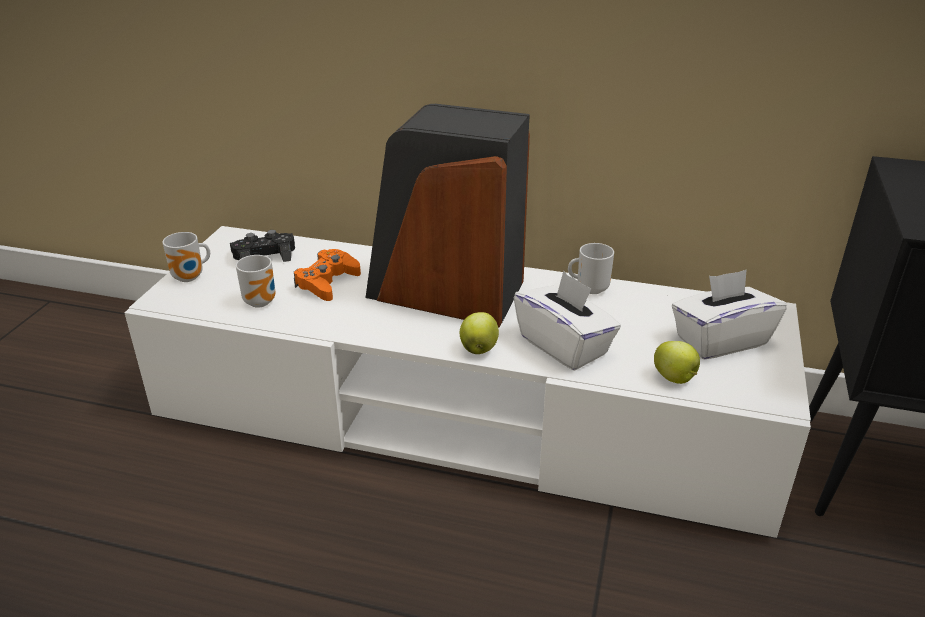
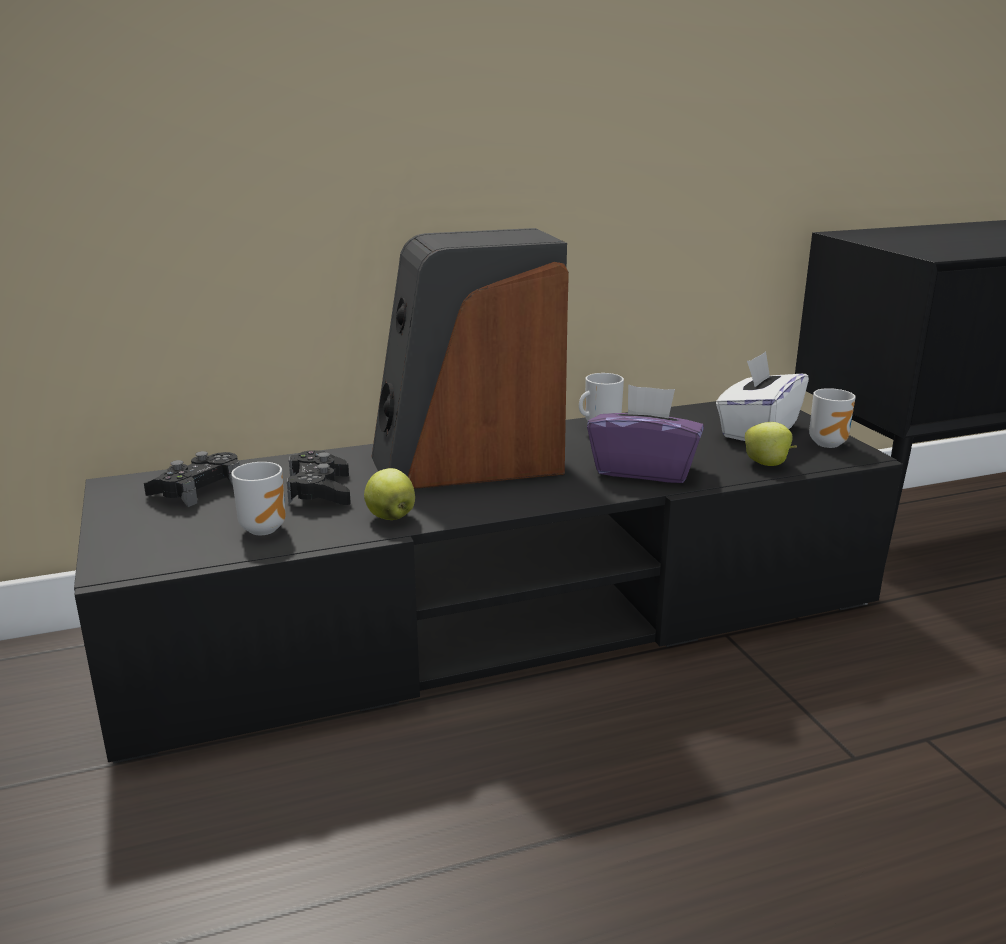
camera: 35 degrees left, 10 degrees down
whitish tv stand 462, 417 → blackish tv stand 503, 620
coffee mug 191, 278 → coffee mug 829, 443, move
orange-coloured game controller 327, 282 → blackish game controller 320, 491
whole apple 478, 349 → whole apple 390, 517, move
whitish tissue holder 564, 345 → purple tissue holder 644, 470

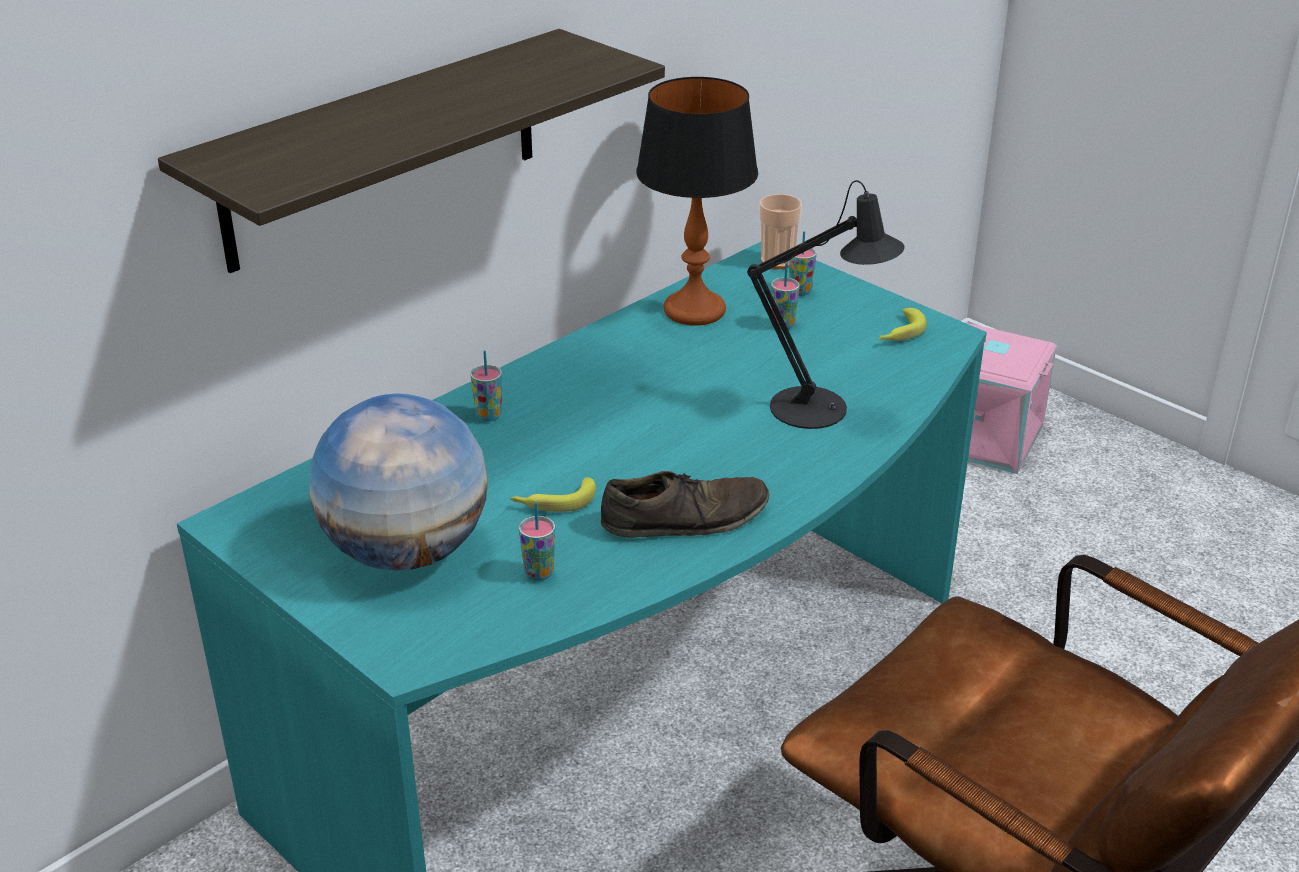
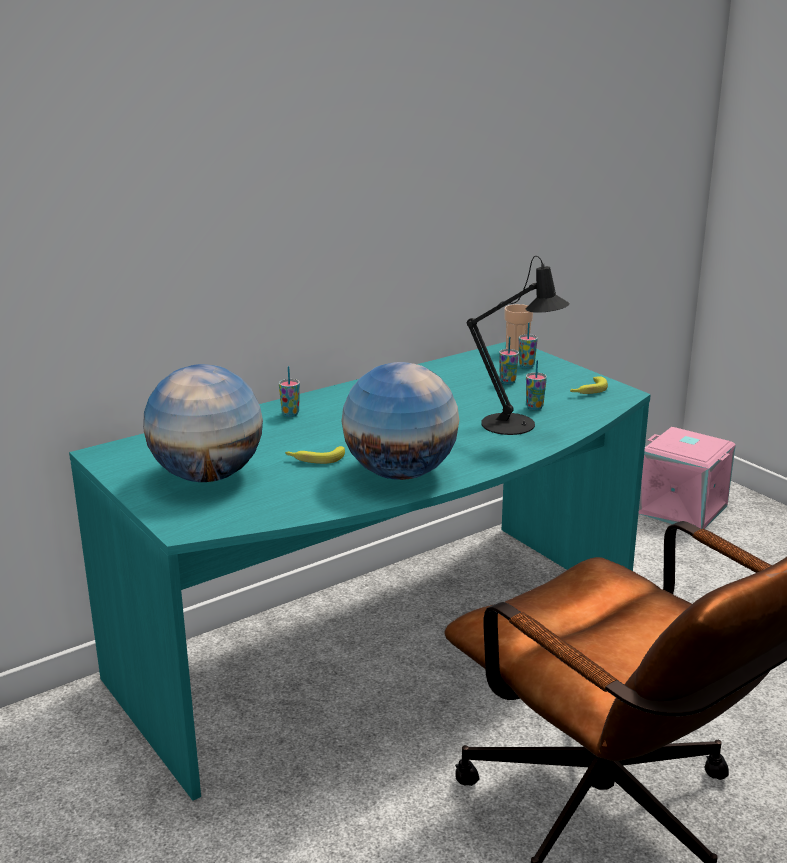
camera: 10 degrees right, 10 degrees down
shelf 383, 149 → -
small cup 539, 573 → small cup 534, 407, move
brownish item of footwear 685, 518 → world globe 400, 473
table lamp 694, 310 → -

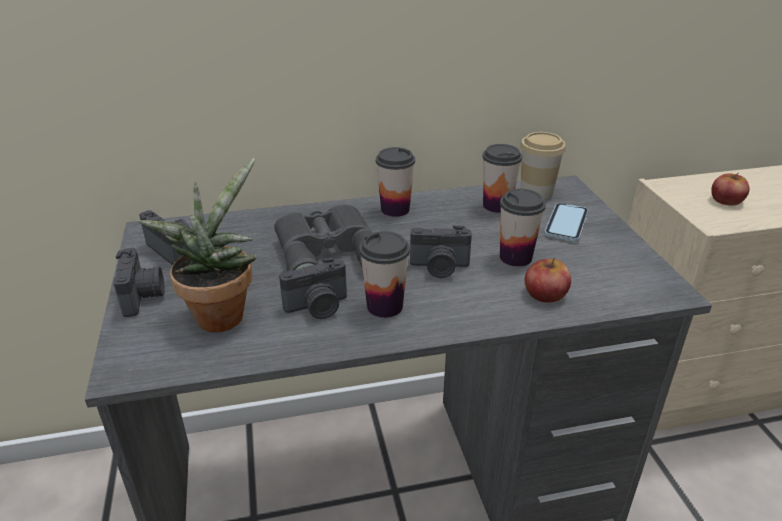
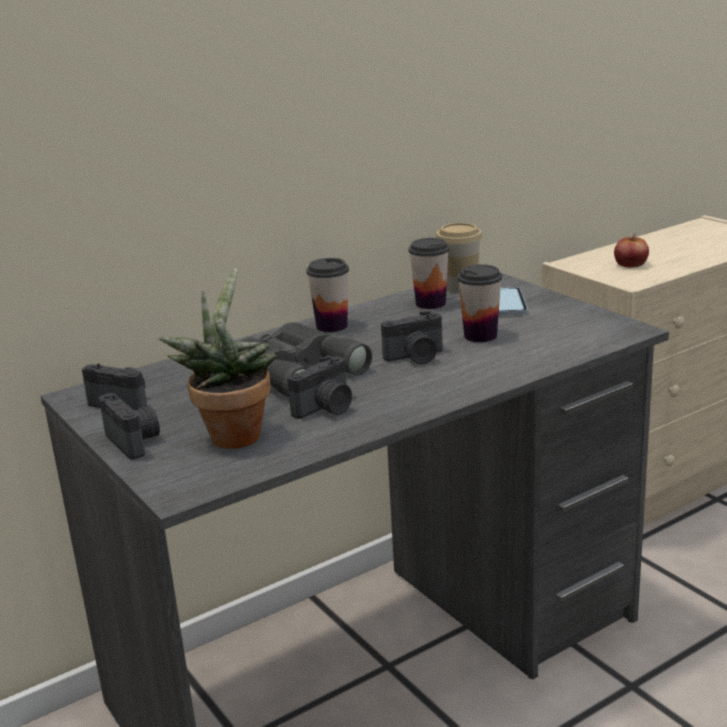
camera: 20 degrees left, 10 degrees down
small cup 384, 306 → -
whole apple 545, 293 → -

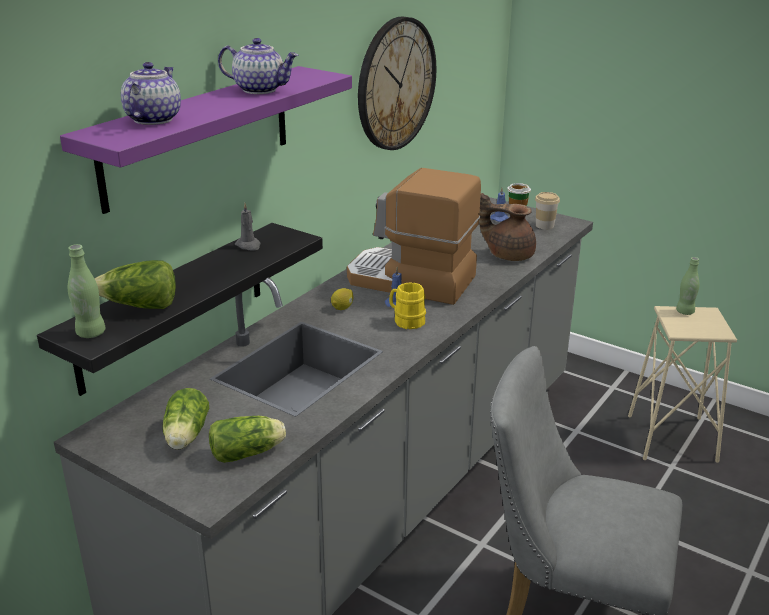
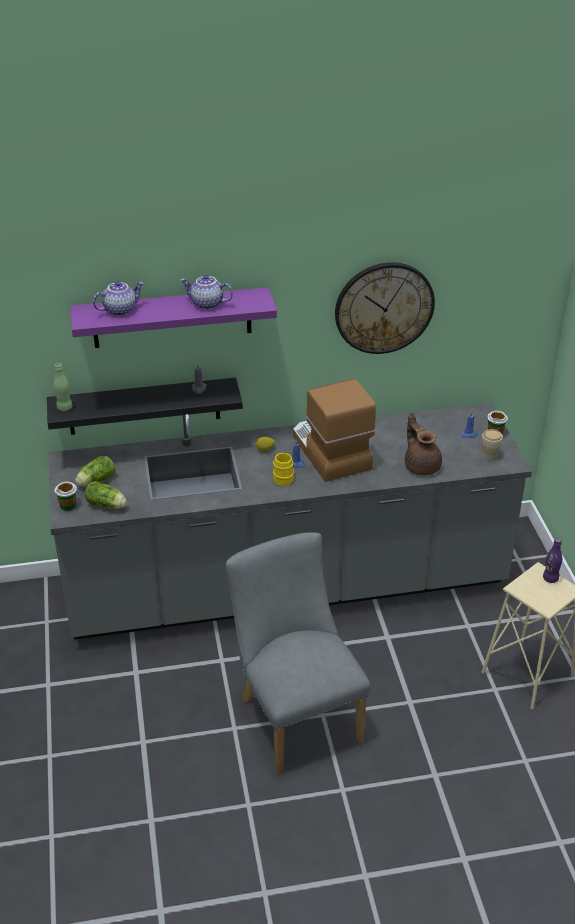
camera: 45 degrees right, 10 degrees up
head of lettuce 140, 306 → -
tea pot 260, 89 → tea pot 206, 304, 135 degrees clockwise
greenish bottle 685, 312 → purple bottle 550, 578
- → small cup 68, 505

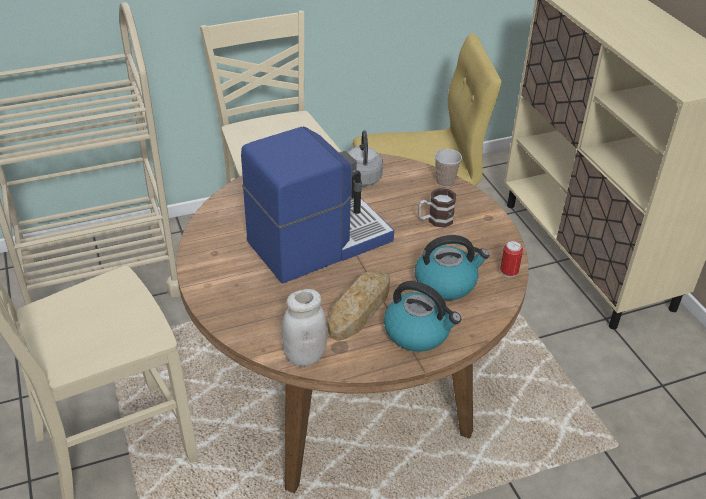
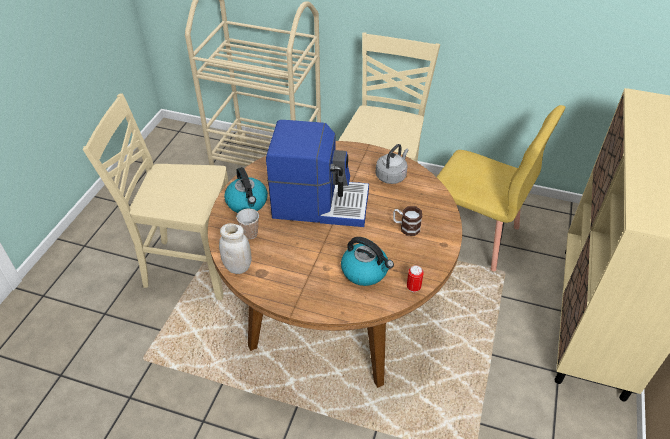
camera: 40 degrees right, 5 degrees up
baked bread 360, 308 → -
kettle 418, 332 → kettle 247, 203, move
small cup 445, 182 → small cup 250, 234, move

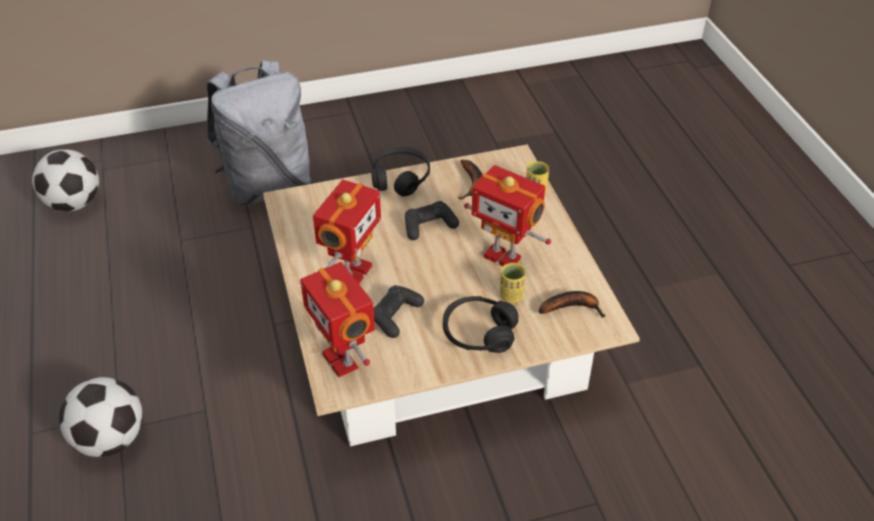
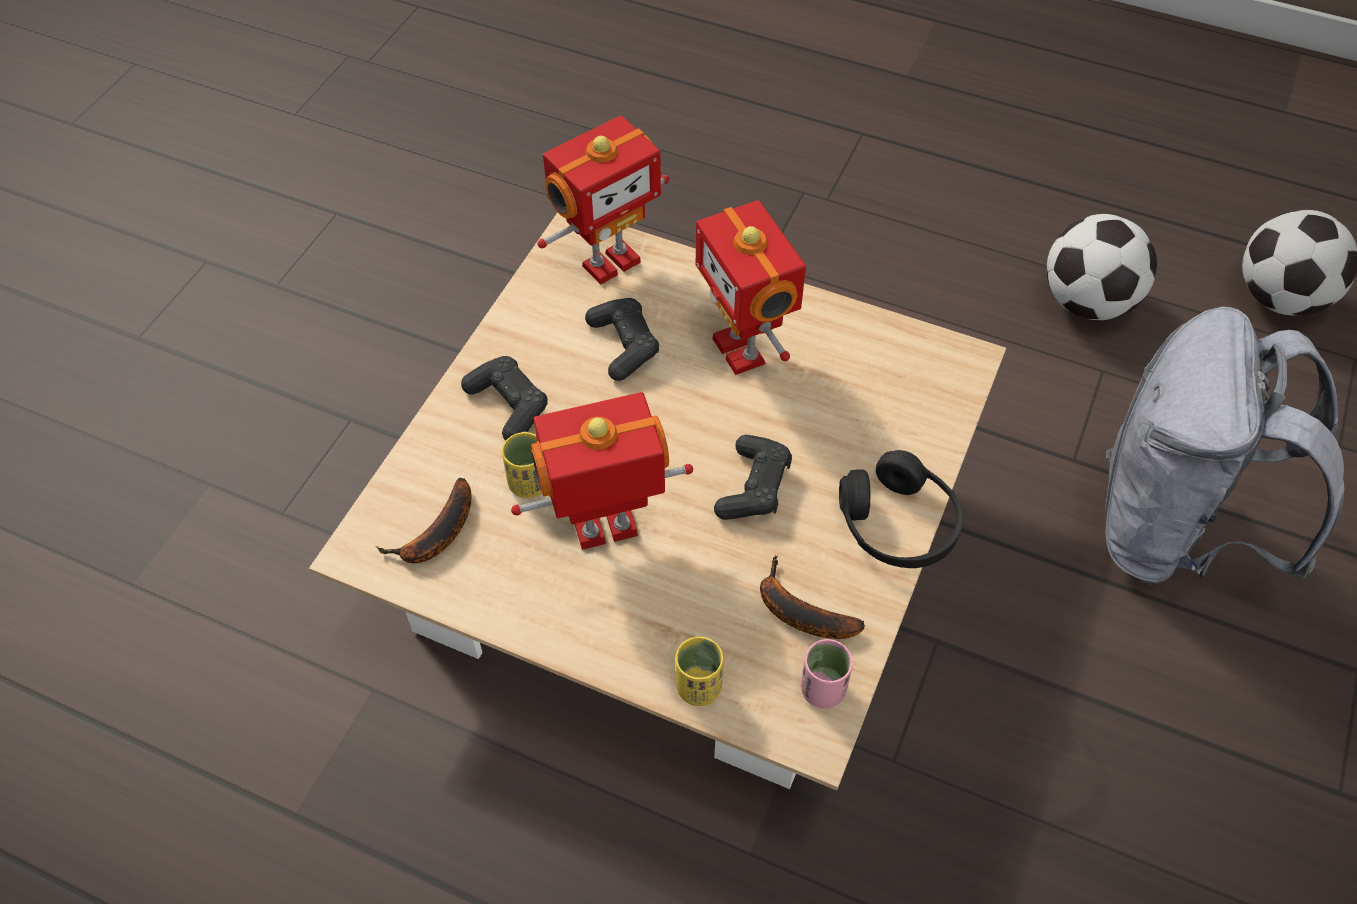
camera: 130 degrees right, 10 degrees up
football ball 110, 440 → football ball 1086, 302, move
toy robot 343, 360 → toy robot 609, 261, 135 degrees clockwise
blackish headset 479, 333 → blackish game controller 508, 405
- → pinkish small cup 822, 689

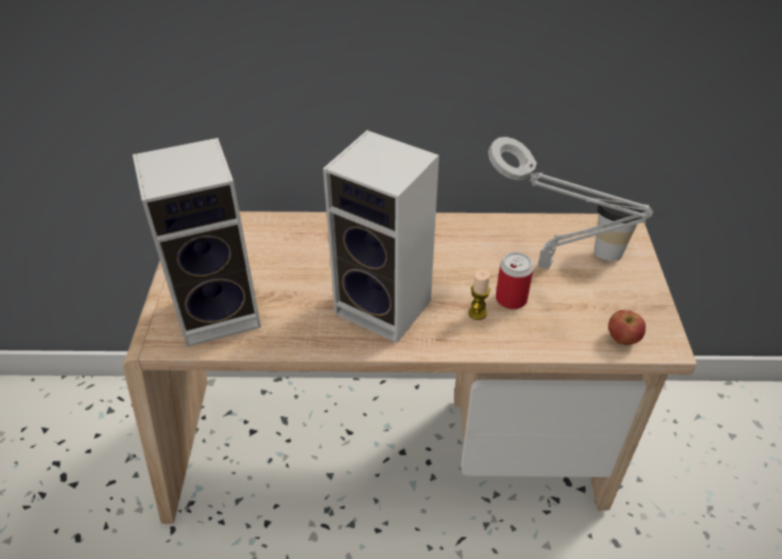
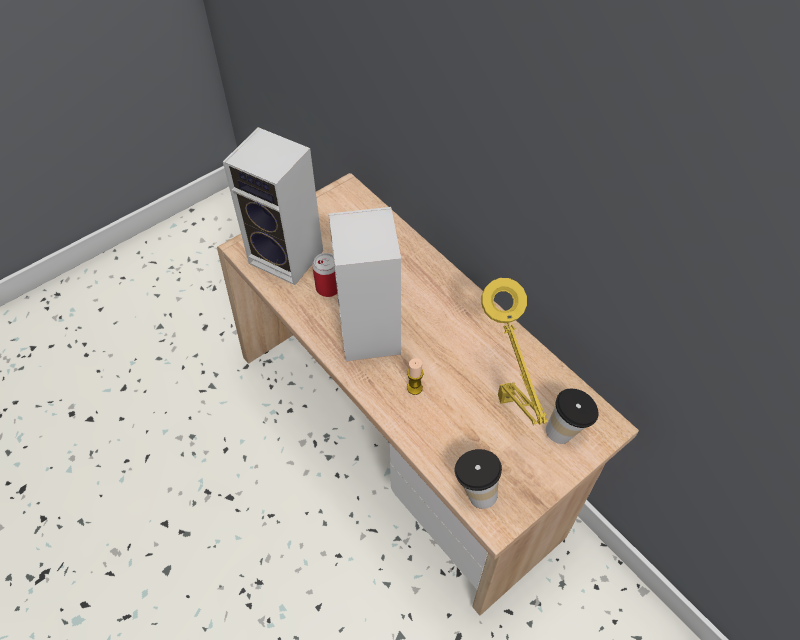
camera: 50 degrees right, 10 degrees up
gray table lamp 550, 267 → yellow table lamp 506, 403
can 511, 299 → can 328, 288, move
whole apple 622, 338 → small cup 475, 491

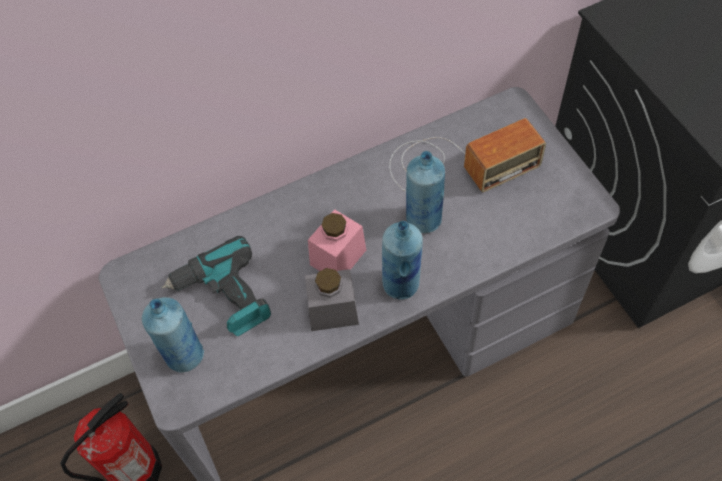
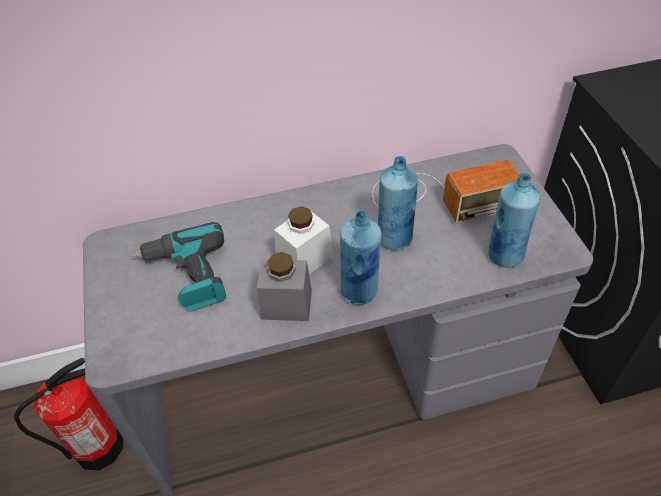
camera: 10 degrees right, 10 degrees down
blue-coloured bottle 184, 355 → blue-coloured bottle 504, 255, move
pinkish preserve jar 338, 257 → whitish preserve jar 304, 258

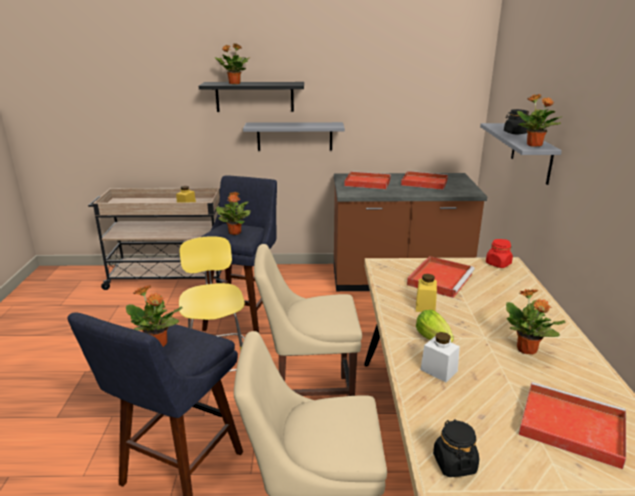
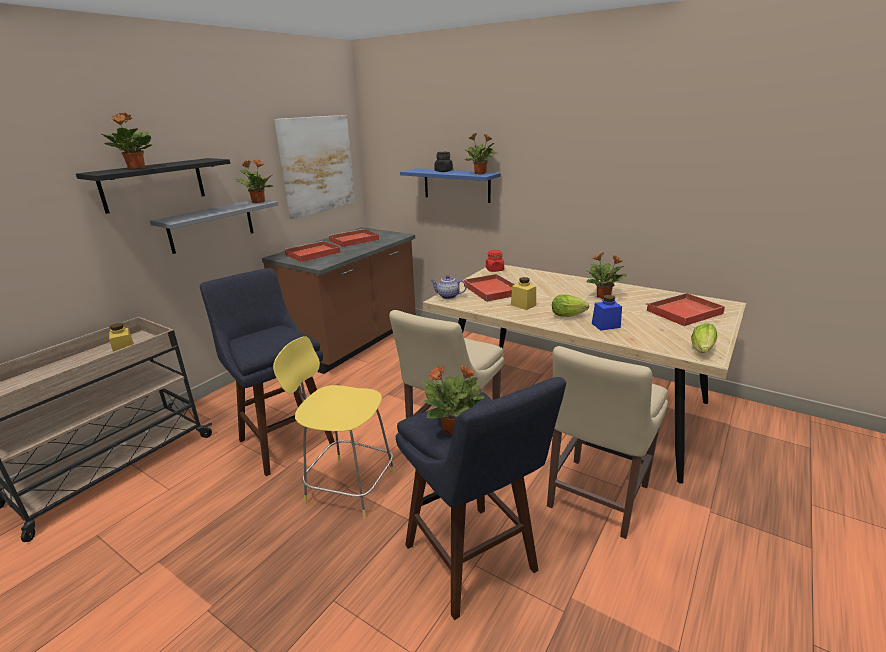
camera: 55 degrees left, 0 degrees up
plant in a pot 235, 232 → plant in a pot 258, 202, move
whitish preserve jar 439, 370 → blue-coloured preserve jar 605, 325
blackish preserve jar 454, 463 → head of lettuce 702, 350
gray shelf 531, 153 → blue-coloured shelf 456, 185
- → picture 317, 165
- → tea pot 448, 296

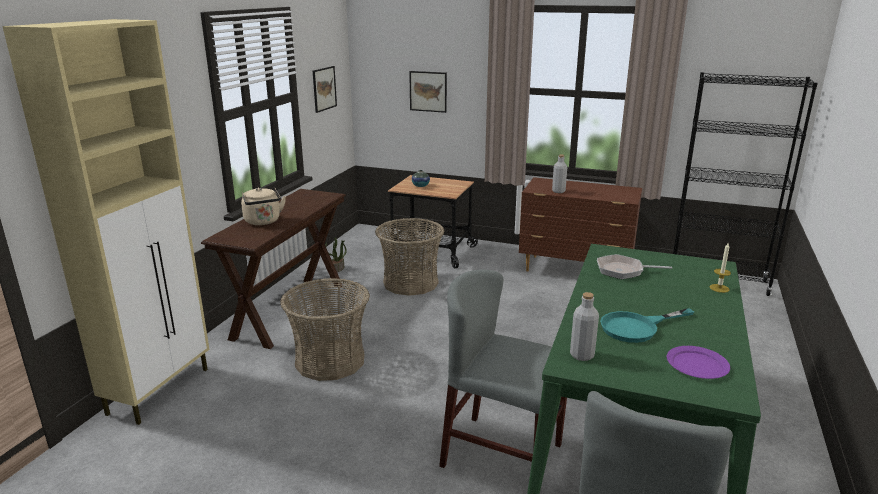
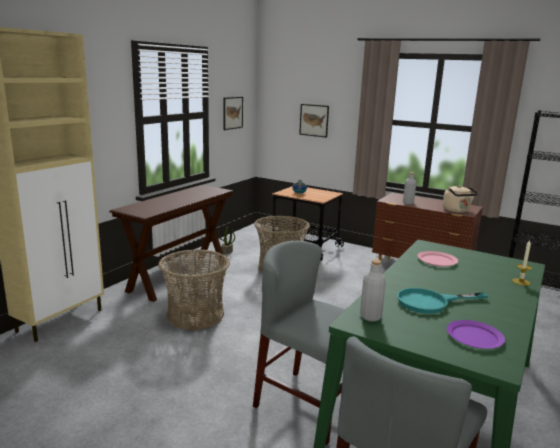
camera: 10 degrees right, 5 degrees down
beige kettle 263, 222 → beige kettle 457, 211, move
pan 623, 271 → pinkish dinner plate 437, 260

